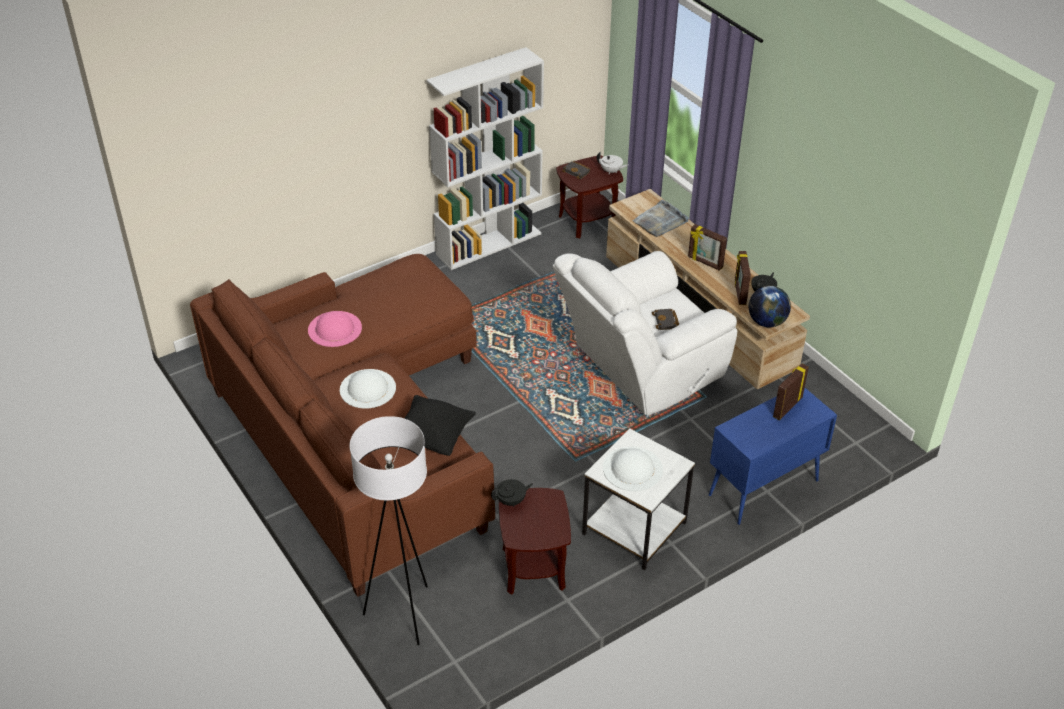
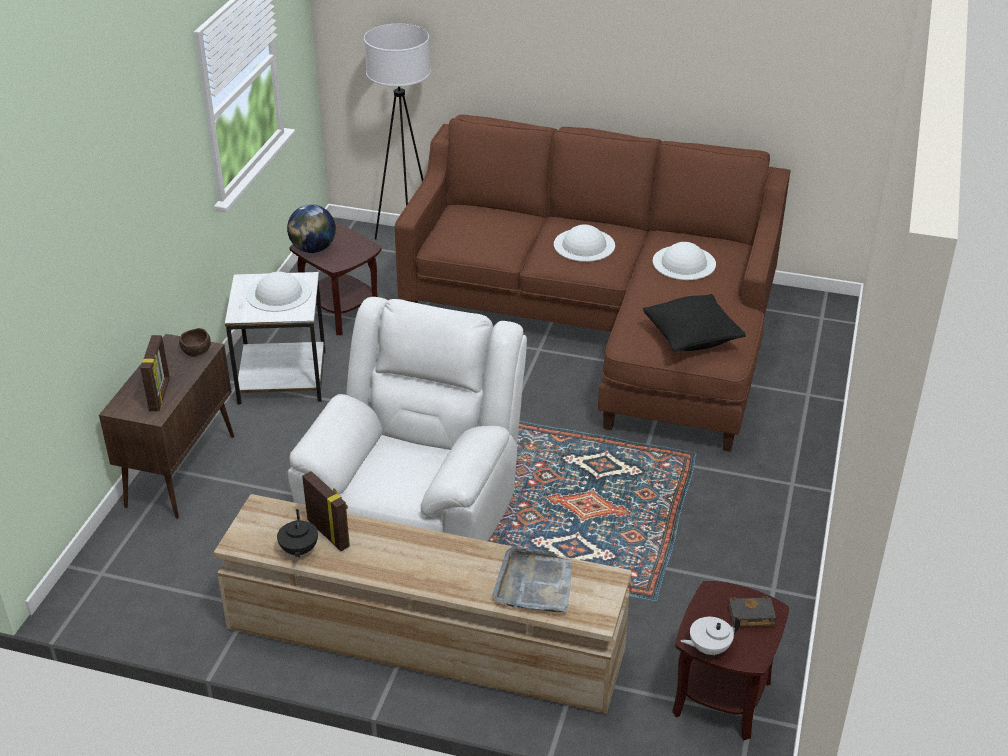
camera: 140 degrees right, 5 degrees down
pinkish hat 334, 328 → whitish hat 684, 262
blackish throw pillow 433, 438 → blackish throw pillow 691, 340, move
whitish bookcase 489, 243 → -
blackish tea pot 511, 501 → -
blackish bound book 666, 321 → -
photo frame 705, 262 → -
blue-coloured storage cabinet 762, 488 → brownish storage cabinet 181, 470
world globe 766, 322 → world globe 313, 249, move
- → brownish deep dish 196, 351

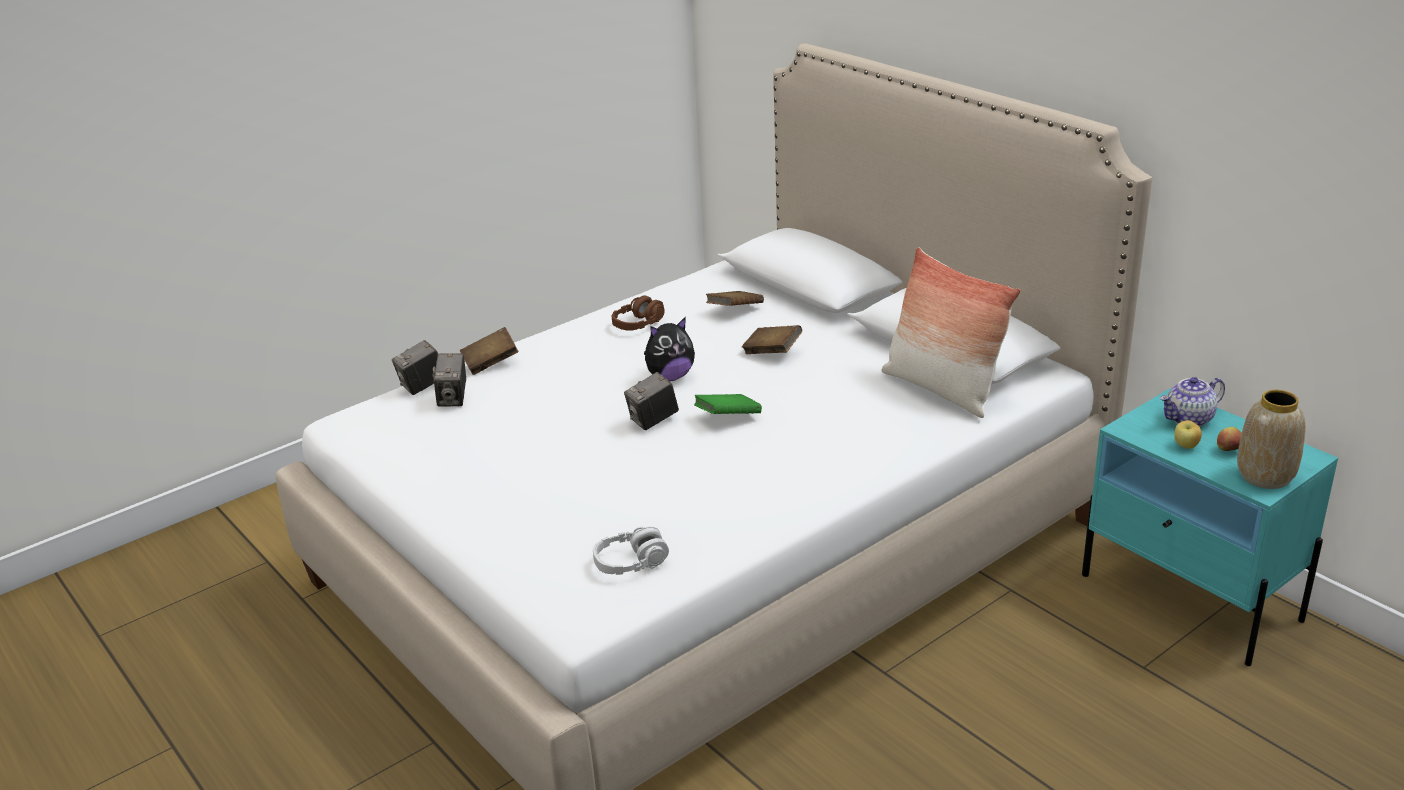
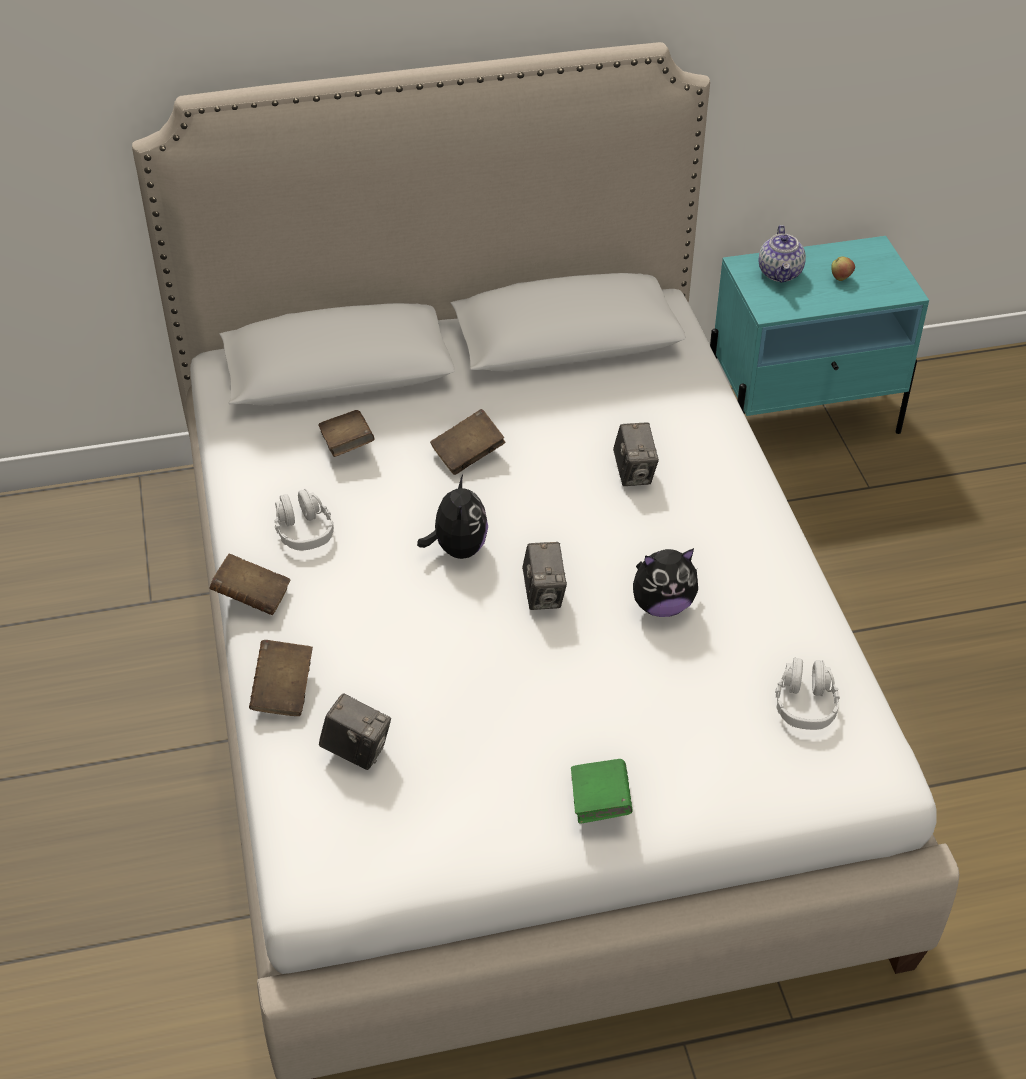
camera: 65 degrees left, 15 degrees up
still camera 422, 386 → still camera 634, 473, move
brownish headset 638, 324 → gray headset 304, 530
greenish bound book 728, 418 → greenish bound book 600, 803, move
throw pillow 942, 389 → -
whole apple 1186, 446 → -
decorative vase 1264, 476 → -
- → brownish bound book 252, 597
- → plush toy 662, 605

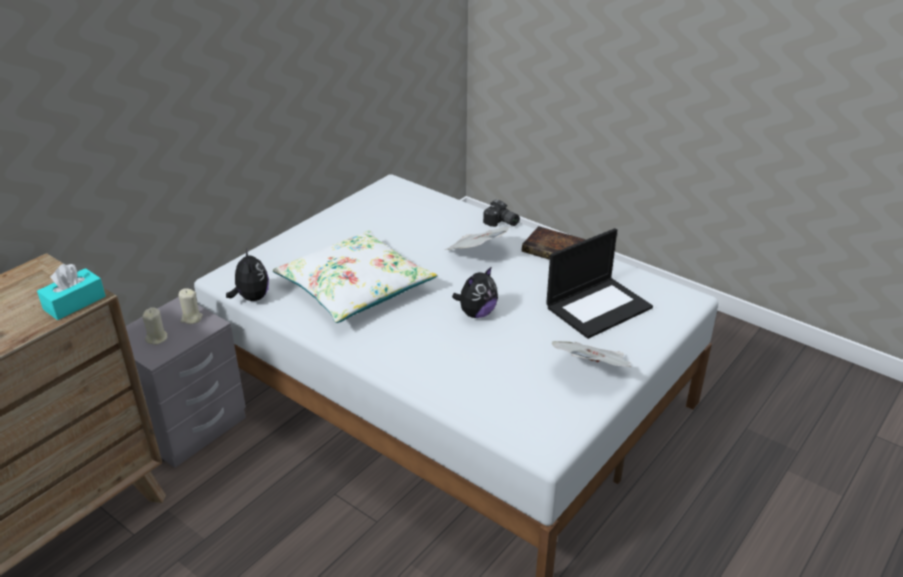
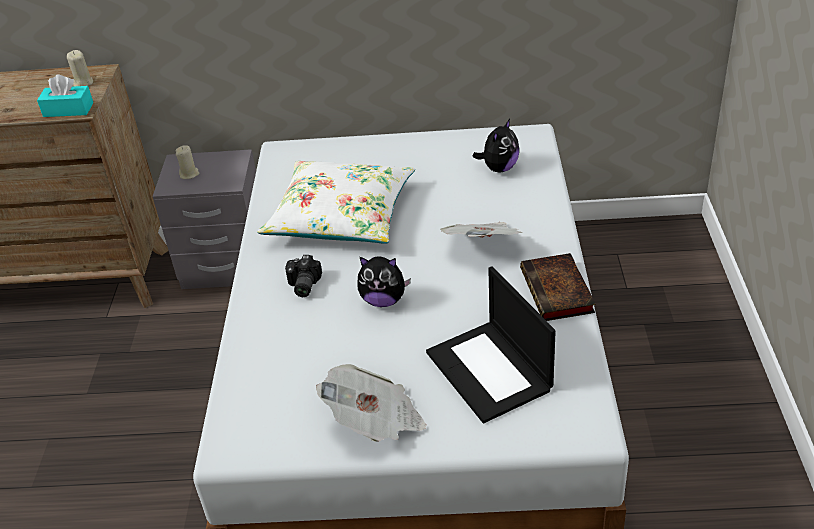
camera: 55 degrees right, 5 degrees up
beige wax light 191, 318 → beige wax light 83, 83, move
plush toy 251, 298 → plush toy 499, 168, move
still camera 501, 223 → still camera 302, 285, move
notebook computer 598, 306 → notebook computer 490, 371, 45 degrees clockwise

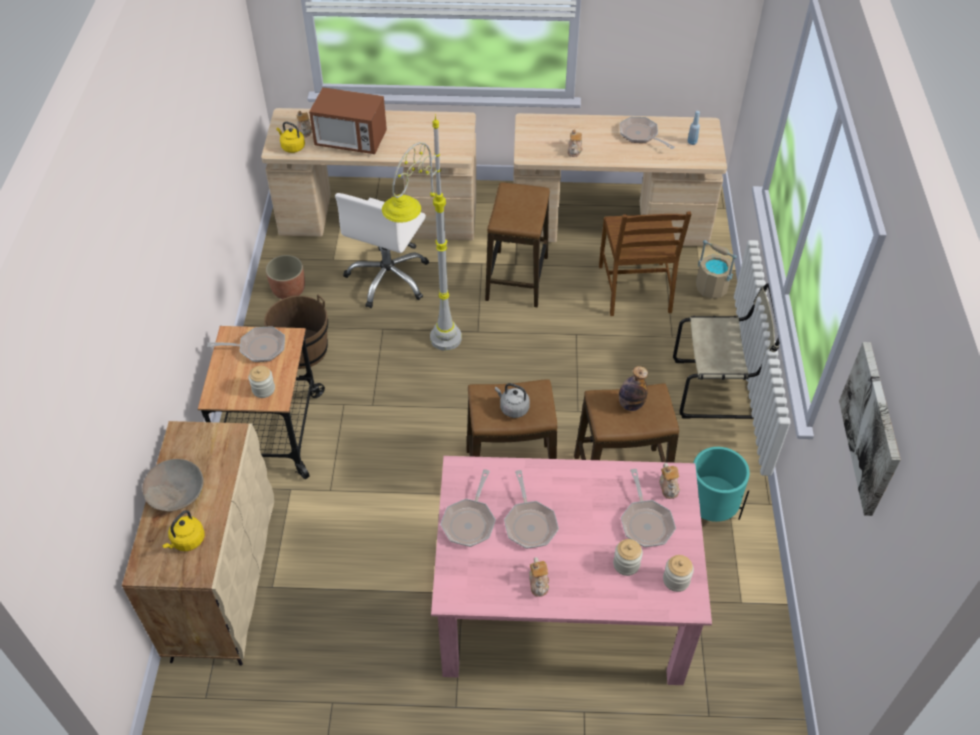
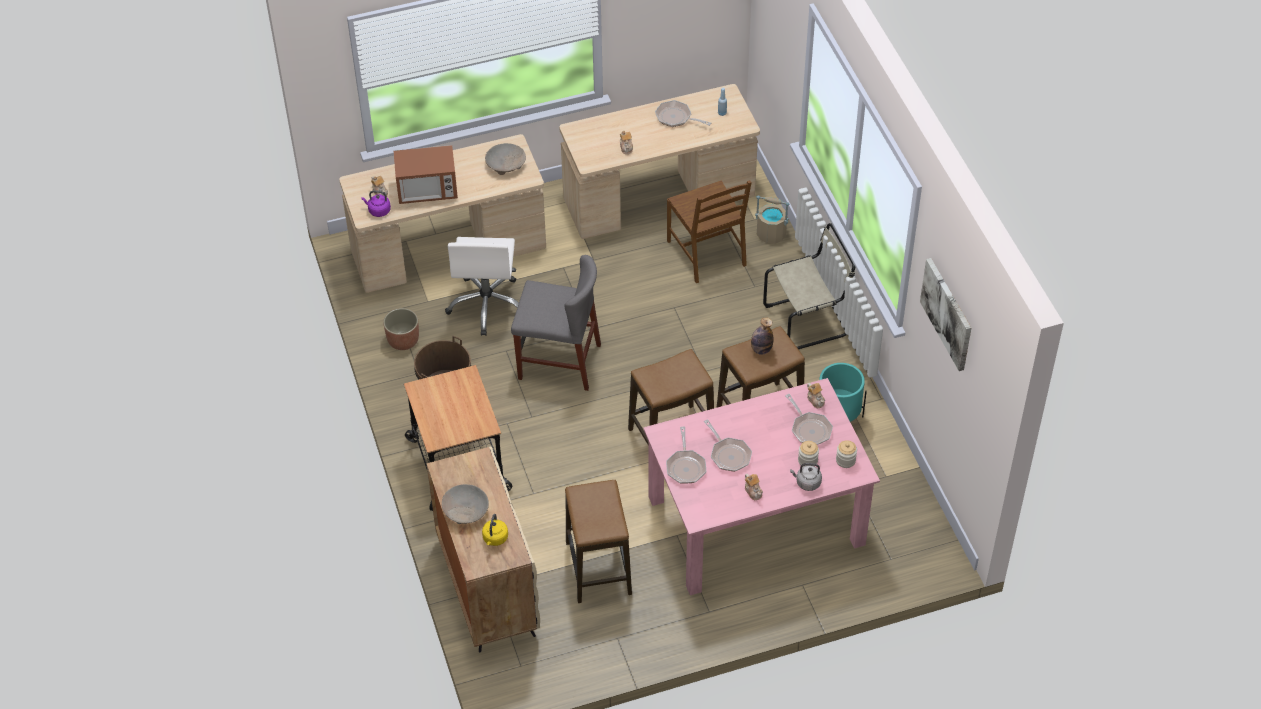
camera: 20 degrees left, 0 degrees up
pan 258, 348 → -
preserve jar 263, 389 → -
yellow kettle 292, 147 → purple kettle 378, 211
gray standard lamp 430, 356 → gray upright chair 559, 362
stool seat 517, 278 → stool seat 598, 568, move
gray kettle 512, 408 → gray kettle 807, 483, move
- → beige deep dish 505, 164

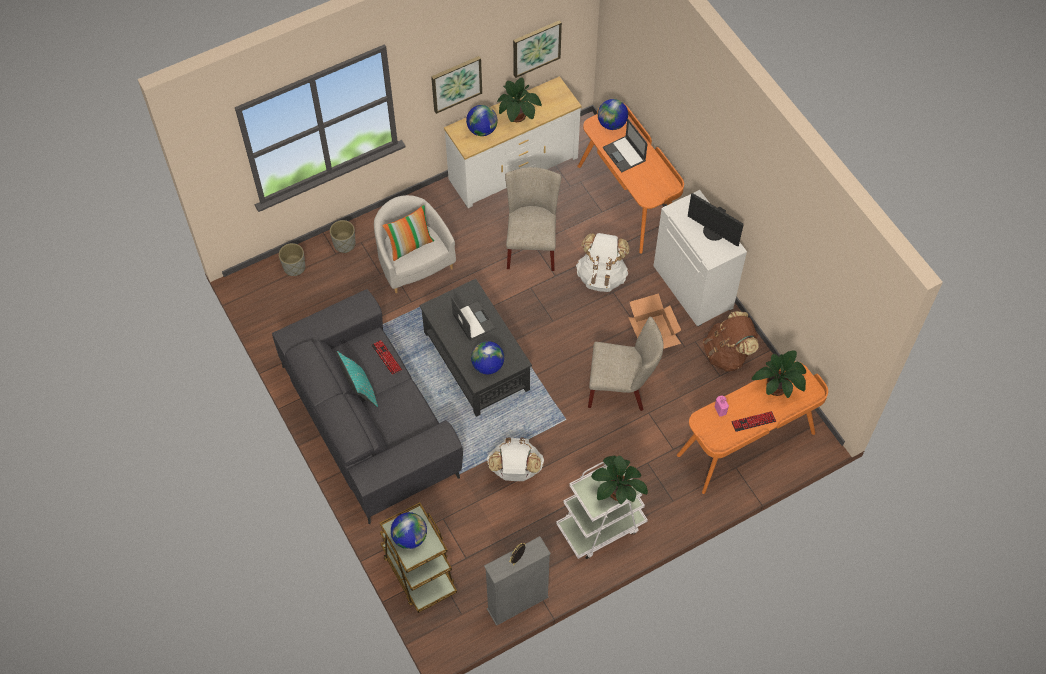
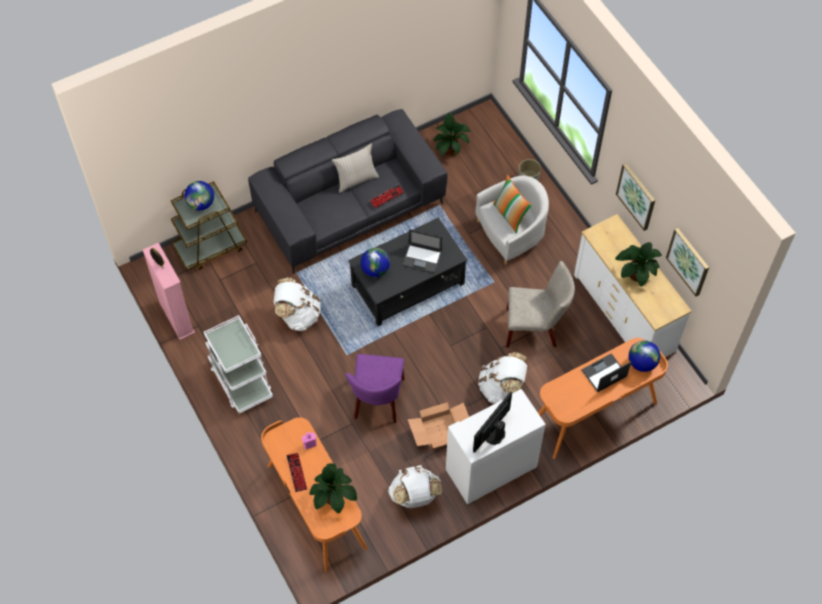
camera: 90 degrees right, 0 degrees up
gray flower pot 294, 267 → -
turquoise-coloured throw pillow 359, 390 → beige throw pillow 356, 179
notebook computer 473, 320 → notebook computer 422, 258, 45 degrees clockwise
world globe 482, 130 → -
gray bookcase 517, 603 → pinkish bookcase 176, 317
beige upright chair 622, 388 → purple upright chair 378, 401
plant in a pot 617, 490 → plant in a pot 450, 148, move
brownish rucksack 727, 354 → whitish rucksack 415, 496

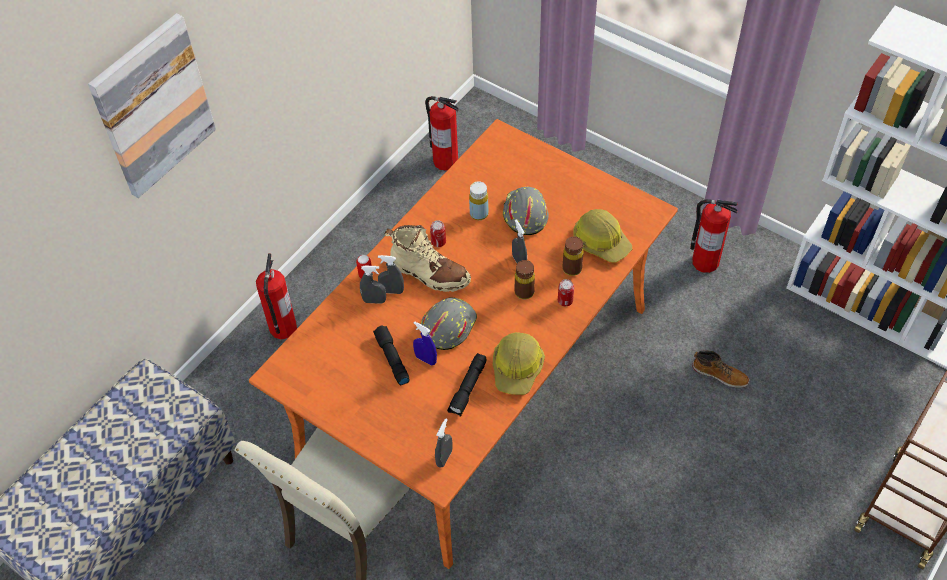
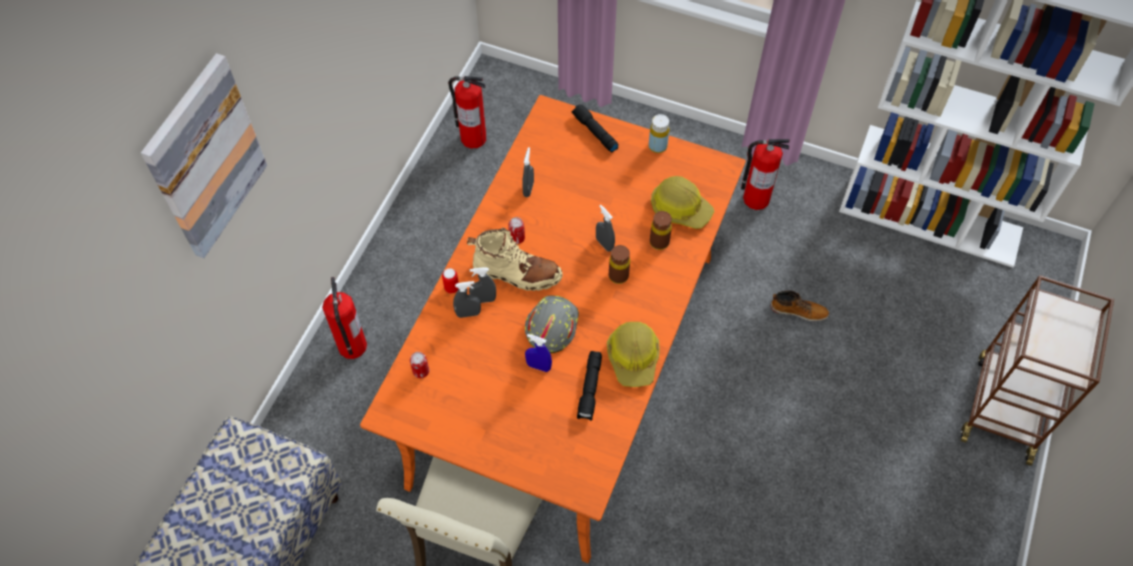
camera: 15 degrees left, 5 degrees up
blackish torch 391, 358 → blackish torch 594, 132, move
gray hand sprayer 444, 458 → gray hand sprayer 528, 189, move
yellow bottle 479, 214 → yellow bottle 657, 146, move
gray hard hat 524, 214 → -
can 565, 301 → can 421, 371, move

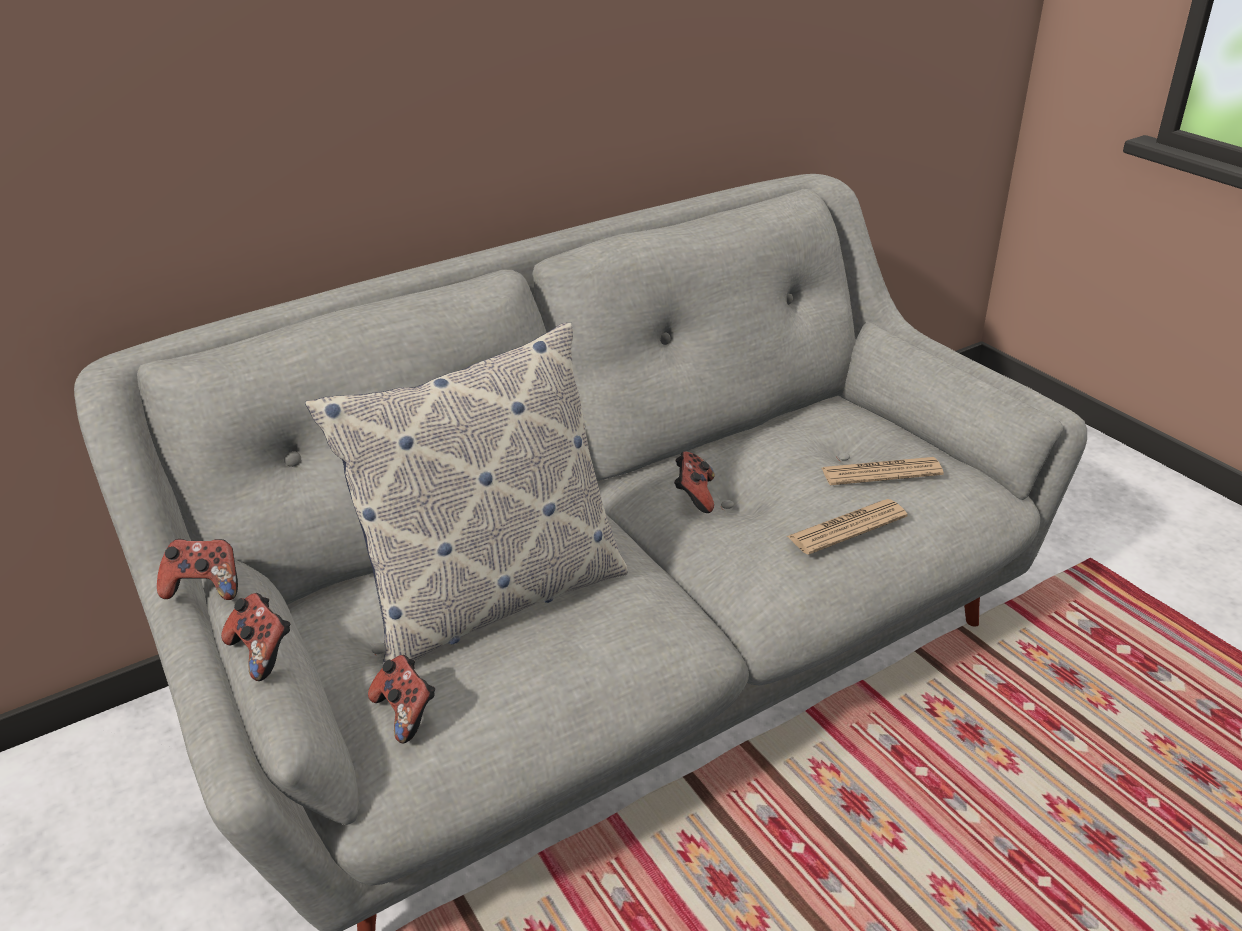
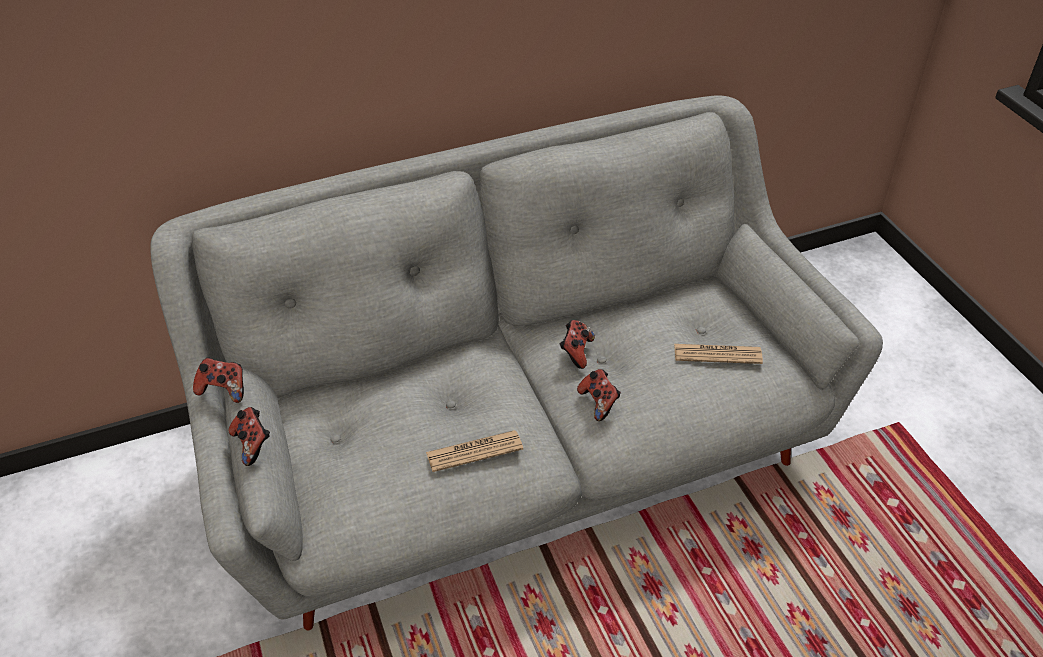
camera: 10 degrees right, 10 degrees up
throw pillow 492, 599 → -
game controller 406, 713 → game controller 599, 403, move
printed paper 847, 527 → printed paper 474, 451, move

